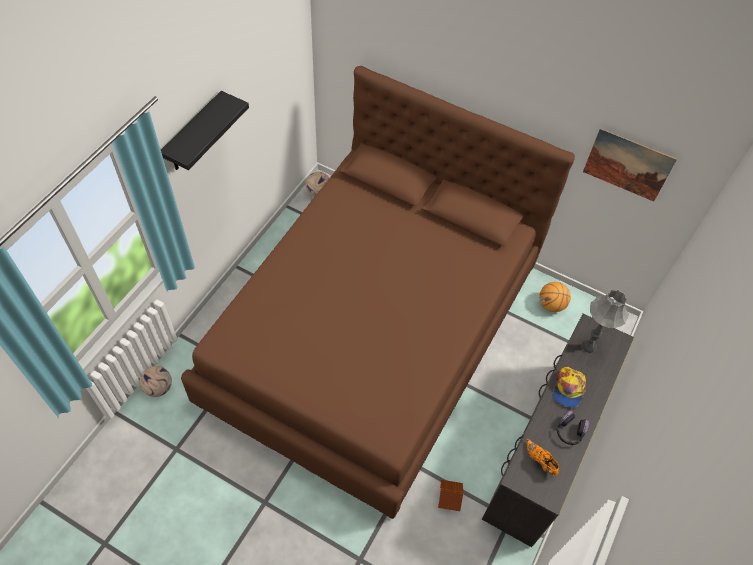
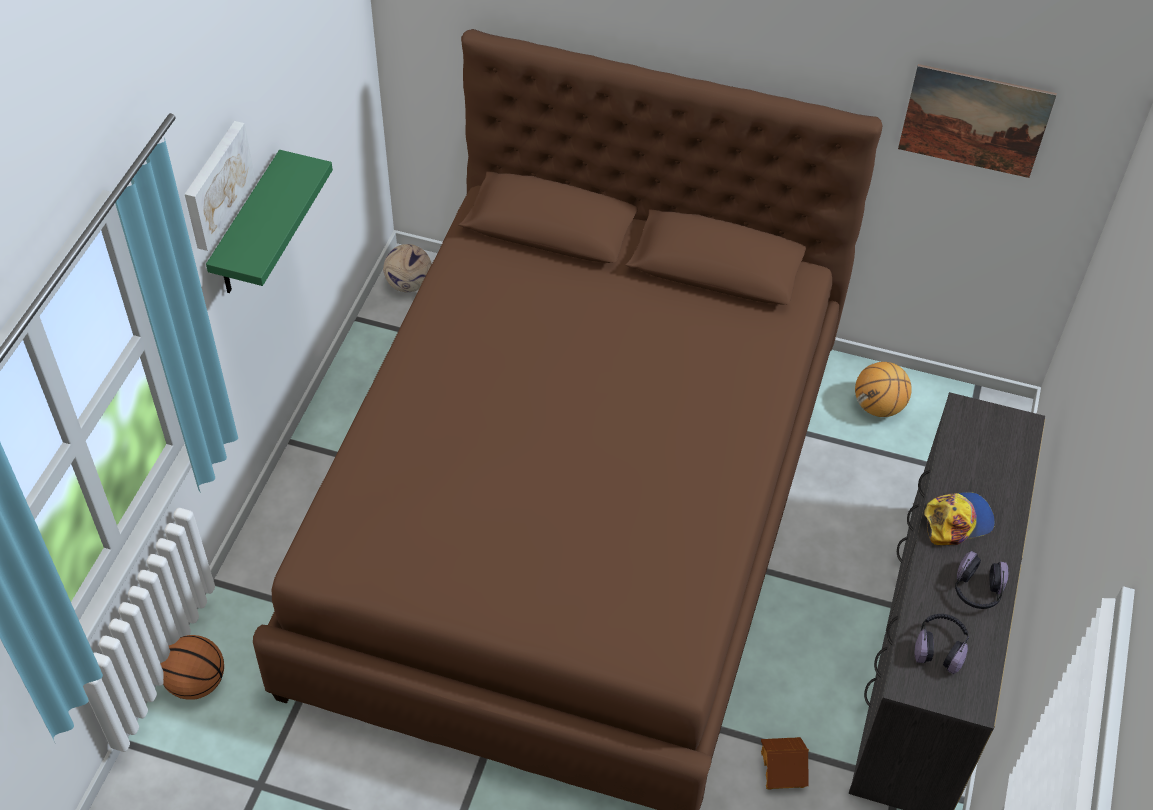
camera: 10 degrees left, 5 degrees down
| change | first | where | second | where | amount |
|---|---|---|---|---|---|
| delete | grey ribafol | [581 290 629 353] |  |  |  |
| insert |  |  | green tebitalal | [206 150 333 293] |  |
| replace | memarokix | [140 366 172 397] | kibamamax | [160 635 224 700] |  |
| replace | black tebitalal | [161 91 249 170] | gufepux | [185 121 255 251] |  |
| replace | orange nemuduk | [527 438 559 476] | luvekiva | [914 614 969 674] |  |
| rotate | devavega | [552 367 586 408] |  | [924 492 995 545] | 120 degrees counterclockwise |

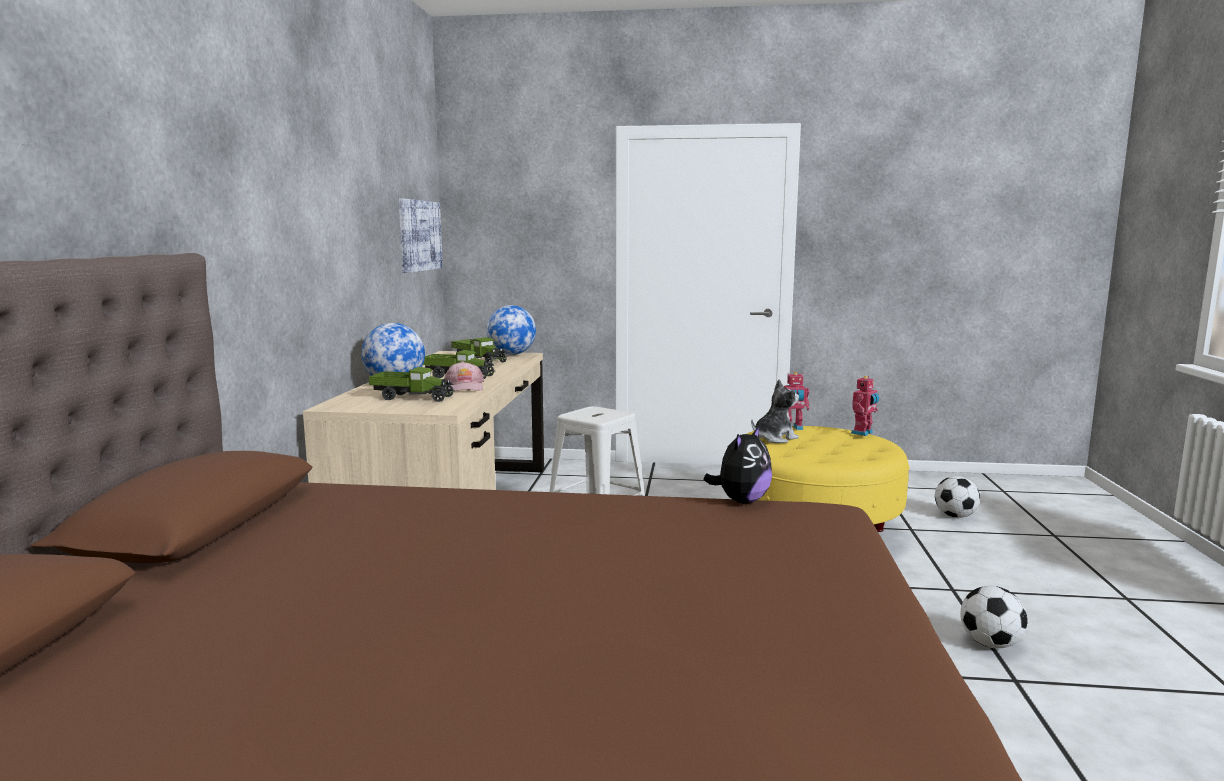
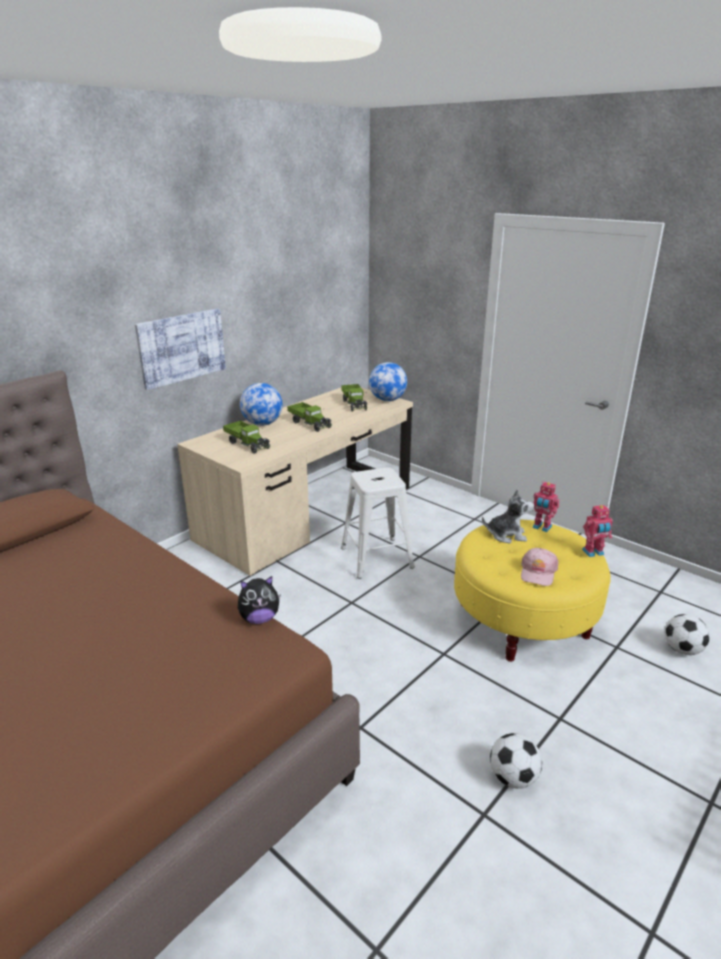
camera: 35 degrees right, 15 degrees up
| change | first | where | second | where | amount |
|---|---|---|---|---|---|
| move | gufepux | [399 198 443 273] |  | [135 308 226 390] |  |
| move | pink devavega | [444 361 484 392] |  | [521 548 558 586] |  |

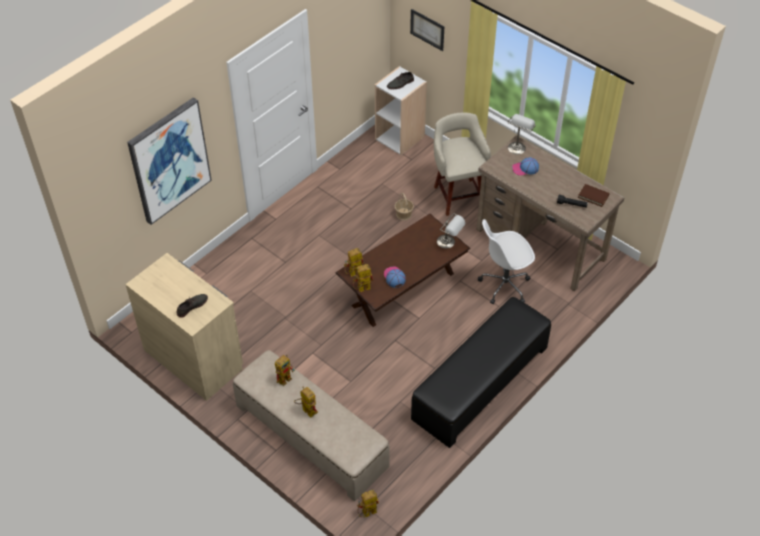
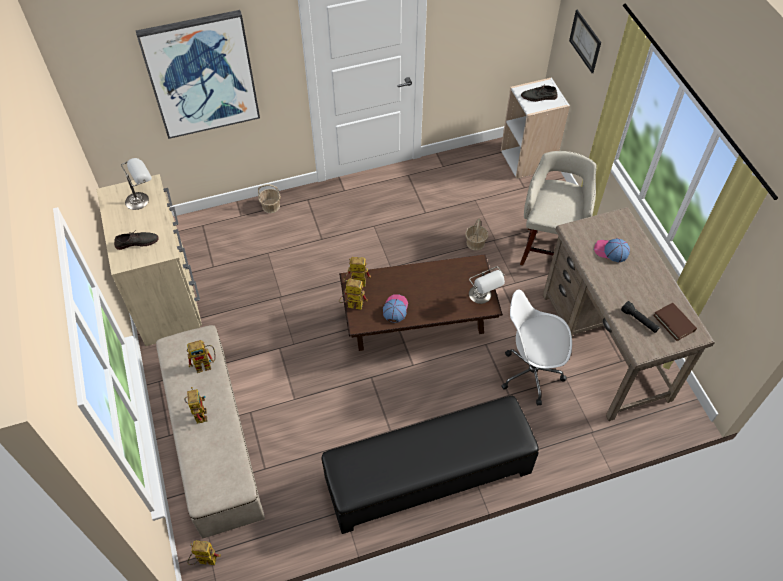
camera: 30 degrees right, 5 degrees up
| change | first | where | second | where | amount |
|---|---|---|---|---|---|
| insert |  |  | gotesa | [258 184 281 213] |  |
| move | white ribafol | [508 114 536 155] |  | [121 158 152 210] |  |

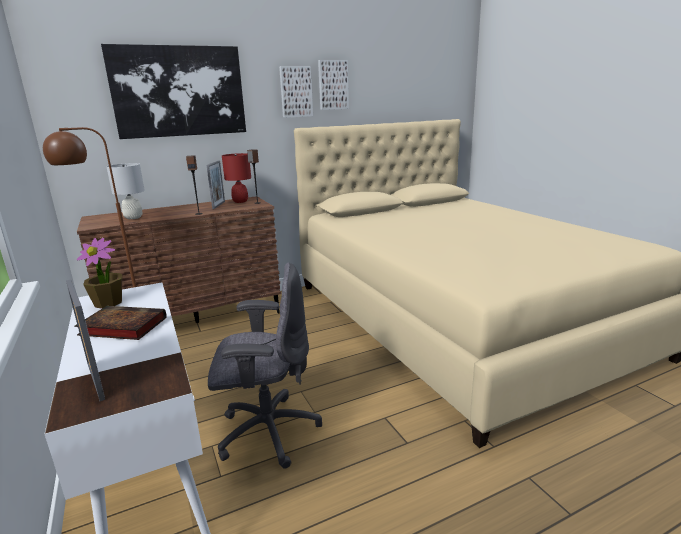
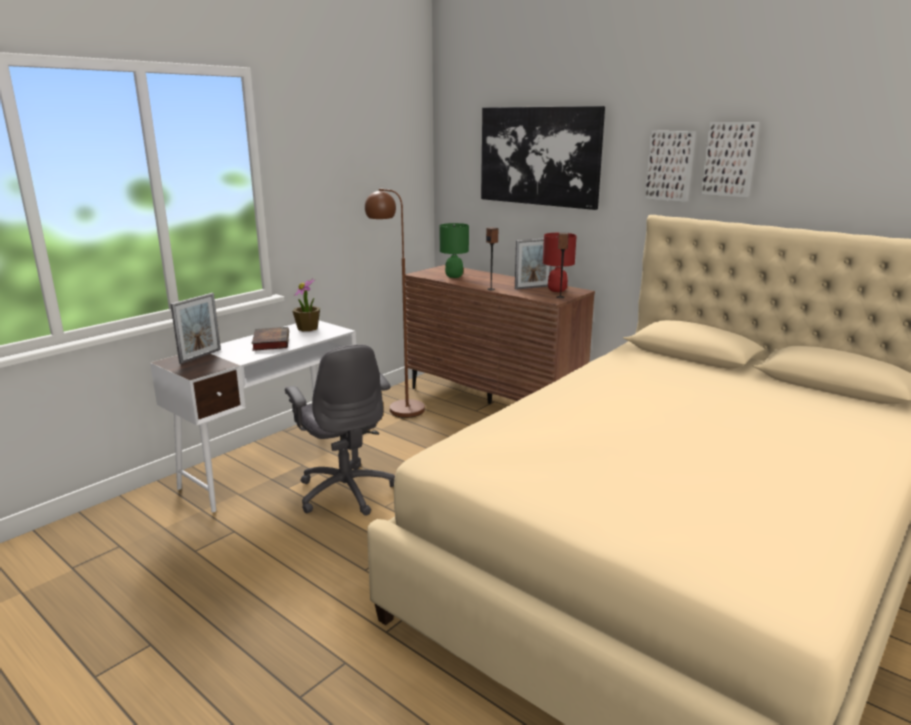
camera: 65 degrees right, 0 degrees up
| change | first | where | second | where | amount |
|---|---|---|---|---|---|
| recolor | grey ribafol | [106 163 145 219] | green ribafol | [440 223 469 278] |  |

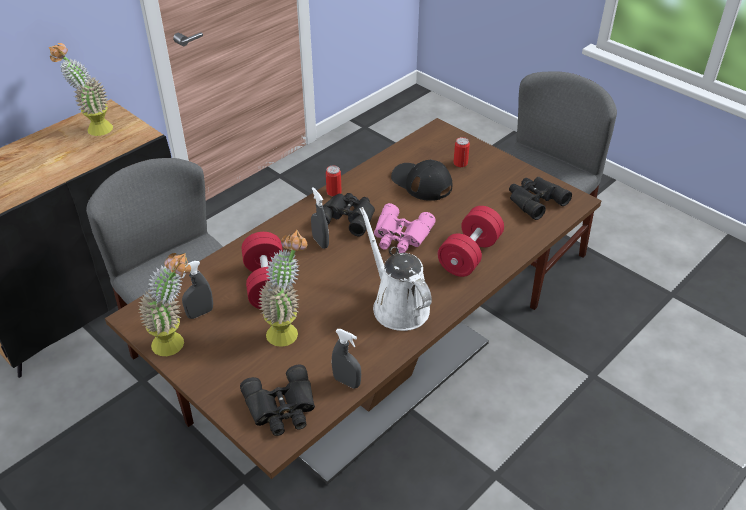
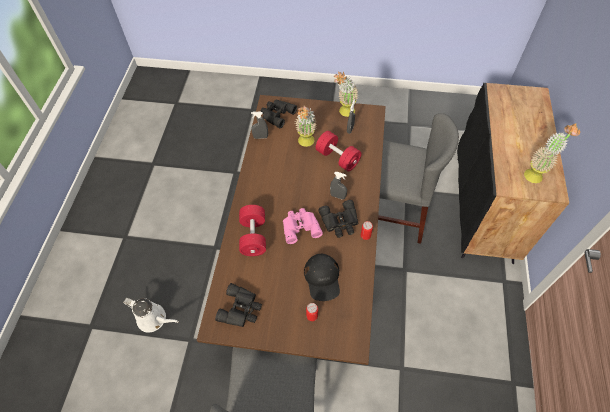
camera: 145 degrees right, 15 degrees up
| change | first | where | second | where | amount |
|---|---|---|---|---|---|
| move | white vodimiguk | [360 207 432 331] |  | [123 298 179 332] |  |
| rotate | black devavega | [391 160 452 201] |  | [304 254 340 301] | 75 degrees clockwise |

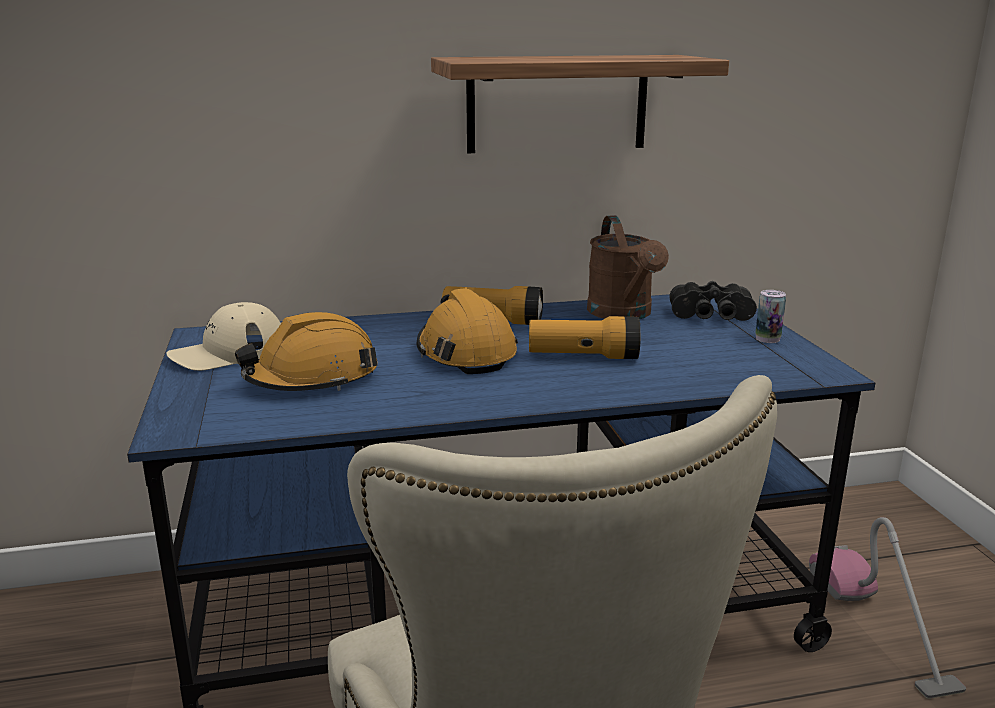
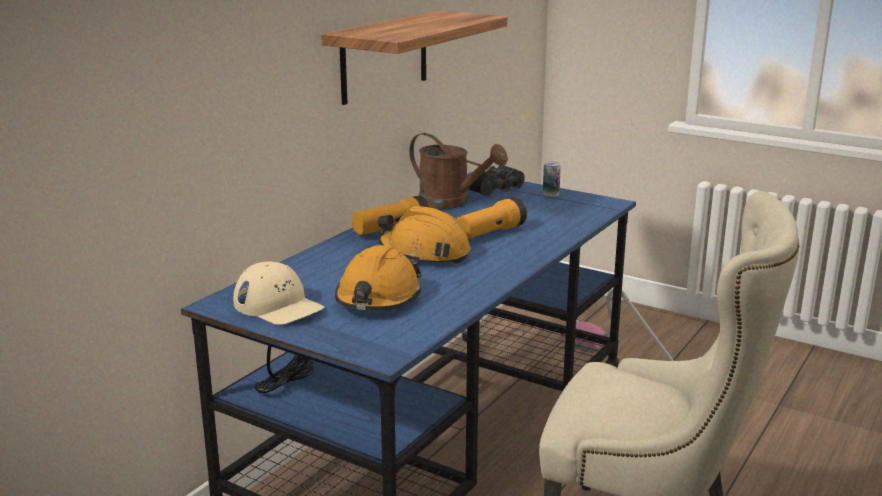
camera: 45 degrees left, 0 degrees up
| change | first | where | second | where | amount |
|---|---|---|---|---|---|
| rotate | beige devavega | [166 302 281 371] |  | [233 261 325 325] | 60 degrees counterclockwise |

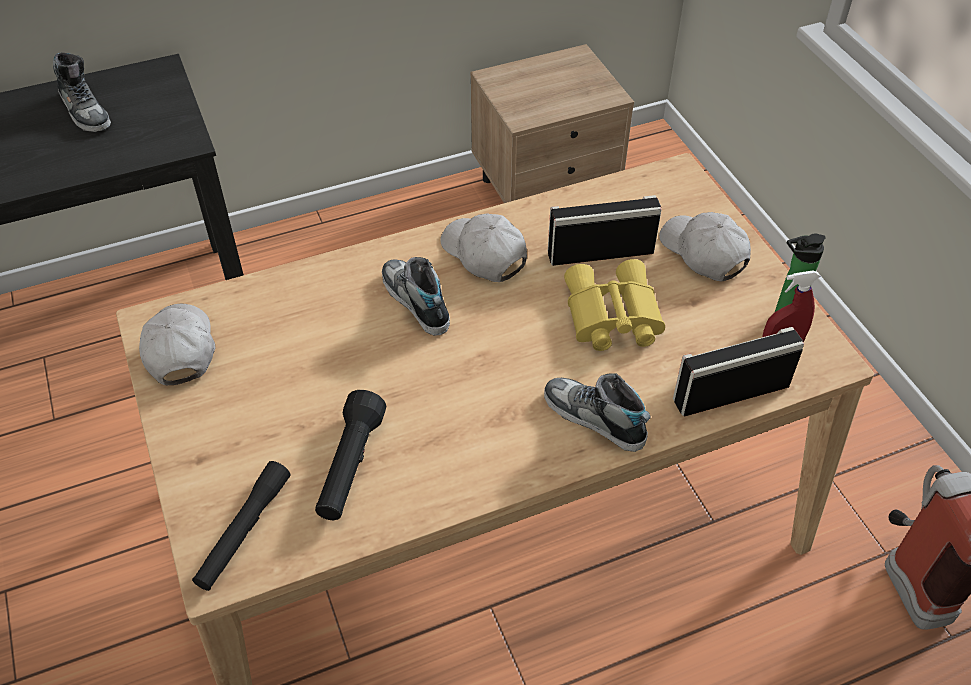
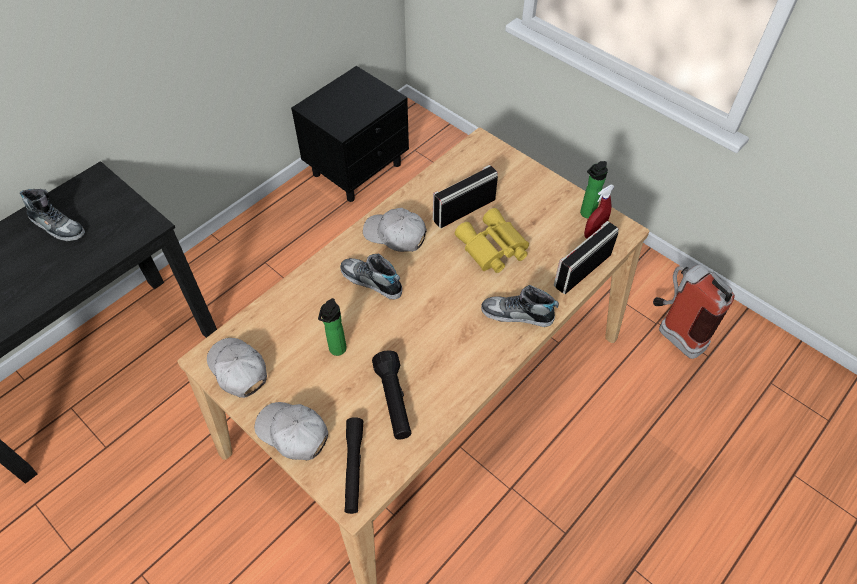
camera: 25 degrees left, 5 degrees up
| change | first | where | second | where | amount |
|---|---|---|---|---|---|
| insert |  |  | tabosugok | [318 298 347 356] |  |
| move | white devavega | [659 212 751 281] |  | [254 402 328 460] |  |
| recolor | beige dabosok | [470 44 634 203] | black dabosok | [291 66 409 202] |  |

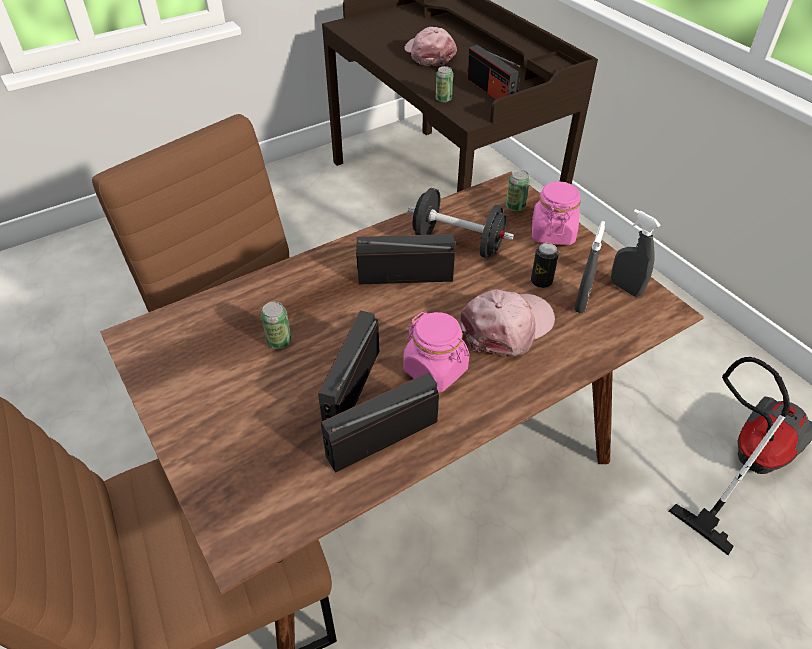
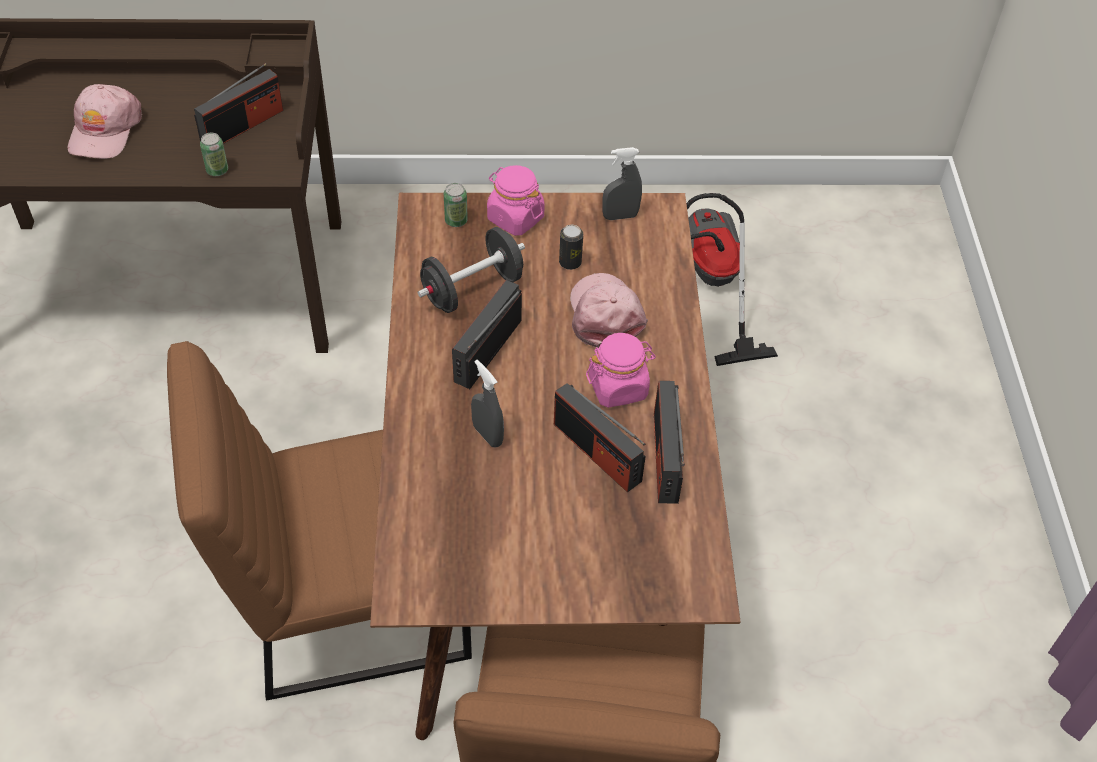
camera: 60 degrees left, 5 degrees up
| change | first | where | second | where | amount |
|---|---|---|---|---|---|
| delete | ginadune | [261 302 291 349] |  |  |  |
| move | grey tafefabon | [574 221 605 313] |  | [471 360 504 448] |  |
| rotate | pink devavega | [404 27 457 66] |  | [68 84 142 159] | 90 degrees counterclockwise |
| rotate | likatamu | [467 45 520 100] |  | [194 63 283 144] | 45 degrees counterclockwise |

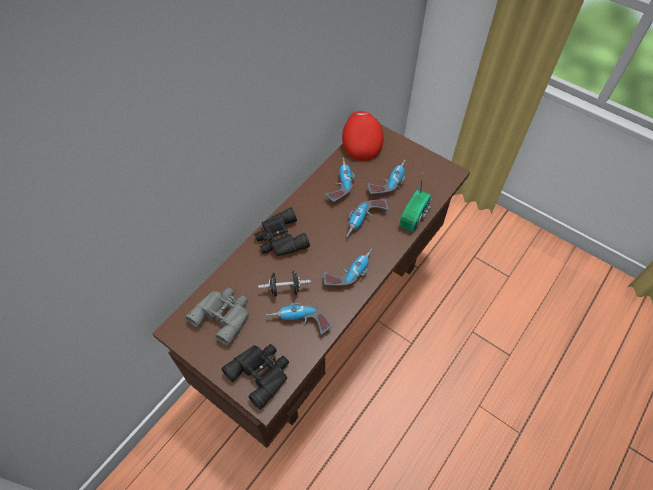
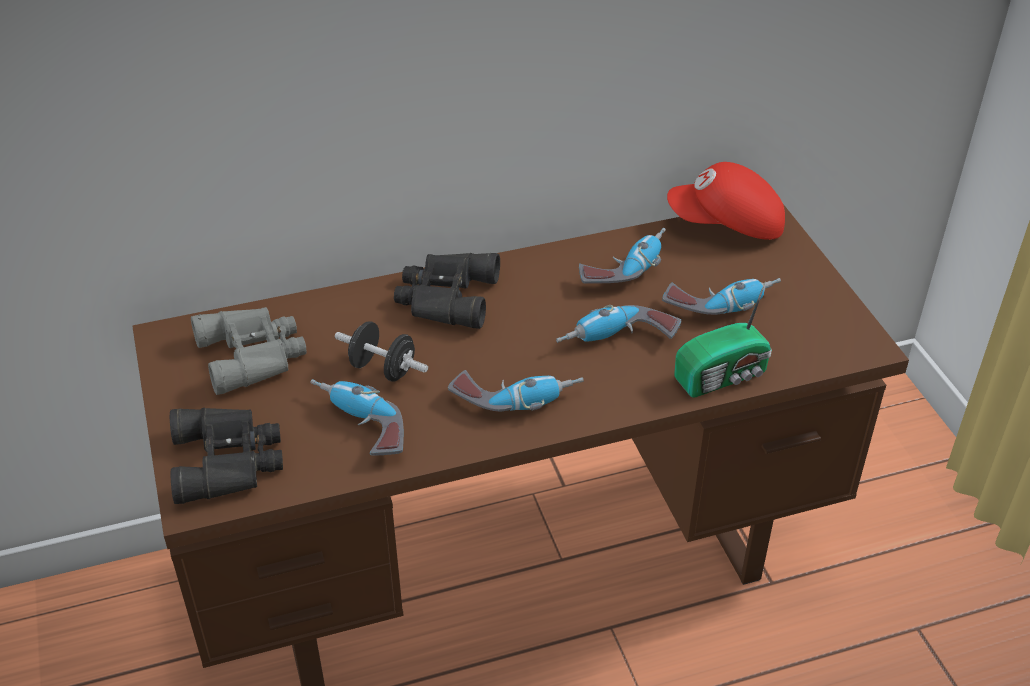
camera: 35 degrees right, 15 degrees down
| change | first | where | second | where | amount |
|---|---|---|---|---|---|
| rotate | red devavega | [342 111 384 161] |  | [667 162 785 240] | 120 degrees counterclockwise |

